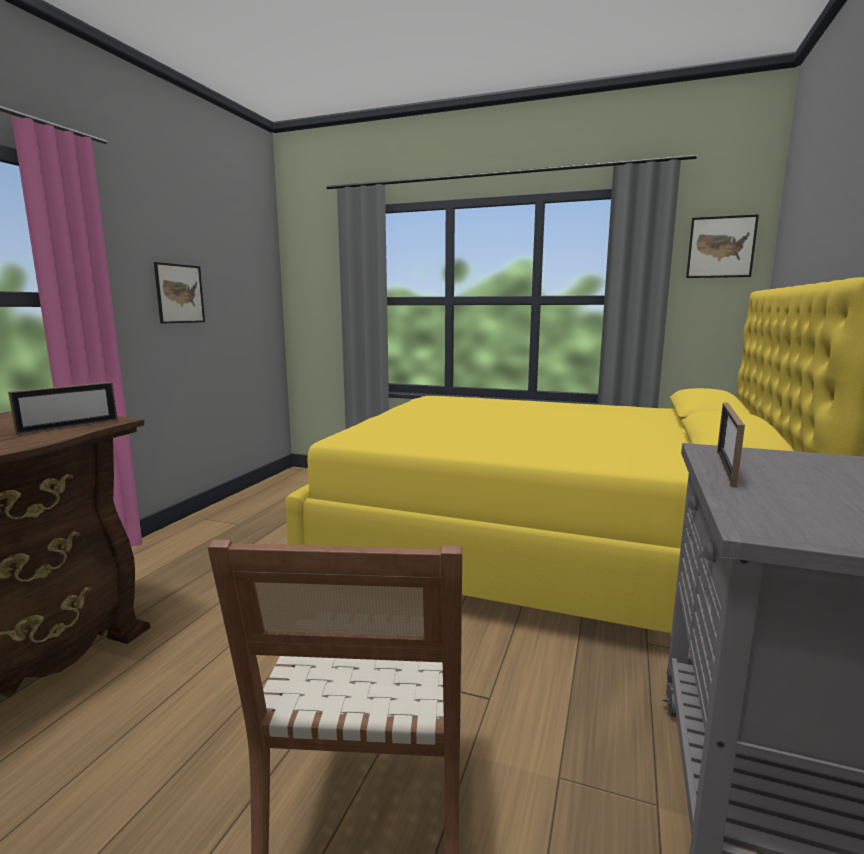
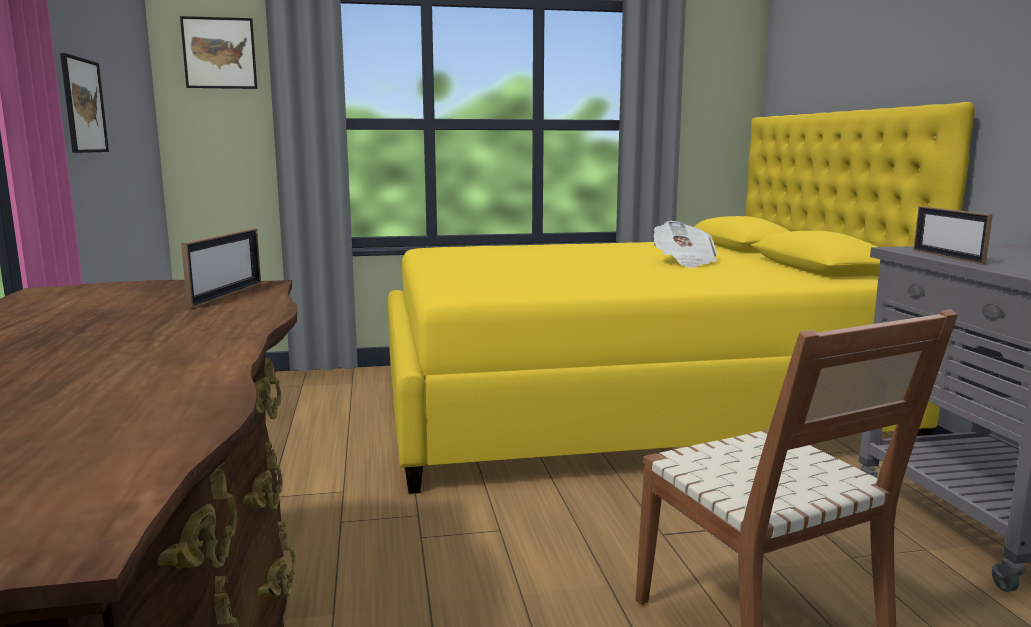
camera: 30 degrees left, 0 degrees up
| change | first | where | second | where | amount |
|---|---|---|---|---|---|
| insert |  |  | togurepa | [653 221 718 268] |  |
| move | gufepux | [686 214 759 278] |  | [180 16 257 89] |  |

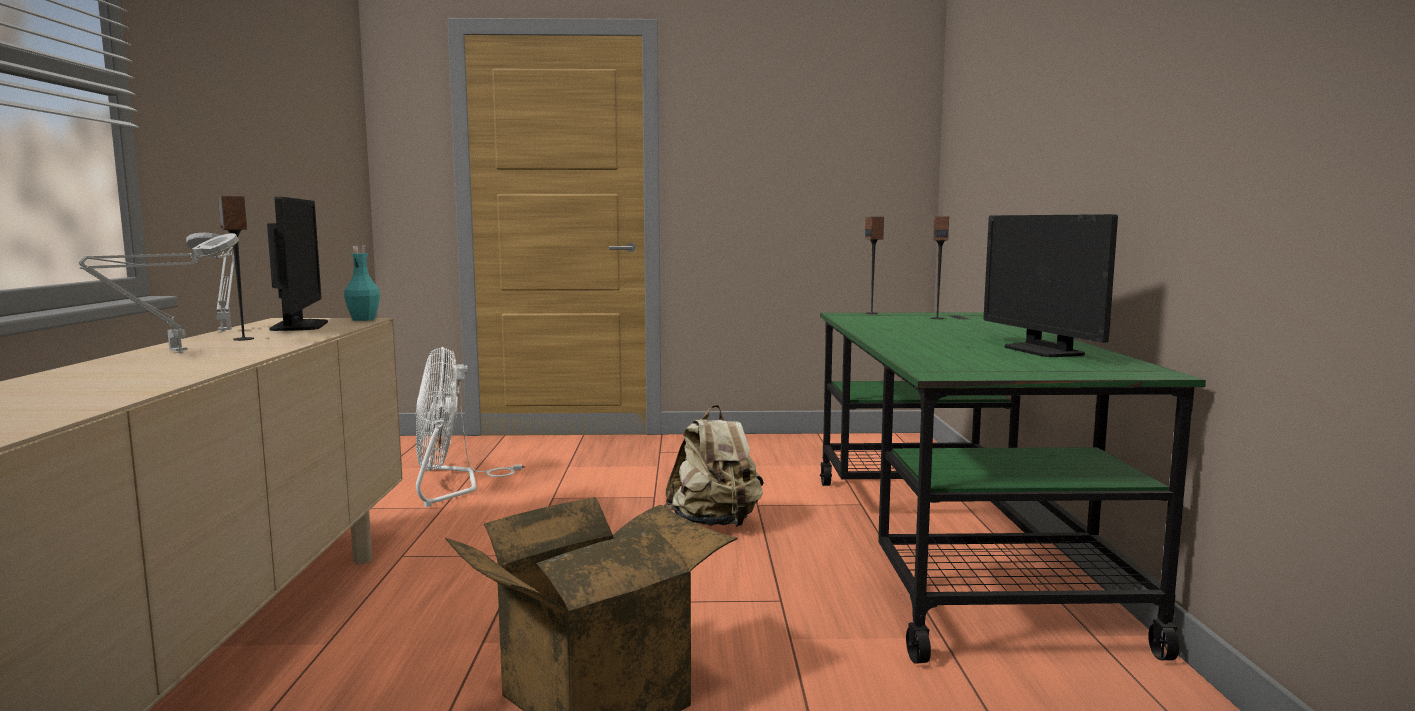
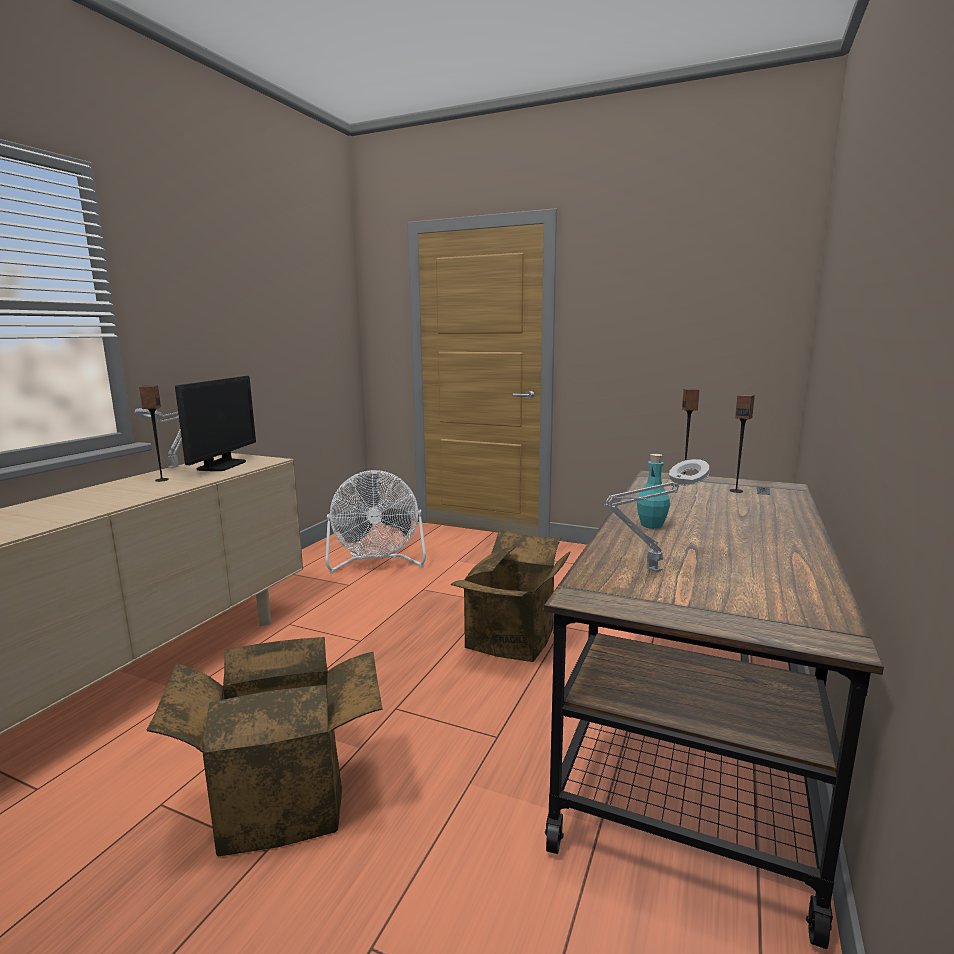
camera: 25 degrees right, 5 degrees up
| change | first | where | second | where | amount |
|---|---|---|---|---|---|
| delete | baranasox | [984 214 1118 357] |  |  |  |
| move | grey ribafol | [79 233 239 353] |  | [605 459 710 573] |  |
| move | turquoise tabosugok | [344 245 380 321] |  | [637 454 670 529] |  |
| replace | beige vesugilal | [664 405 764 527] | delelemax | [451 529 570 662] |  |
| recolor | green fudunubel | [820 312 1206 664] | brown fudunubel | [544 470 884 949] |  |
| rotate | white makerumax | [416 347 525 507] |  | [325 470 426 574] | 105 degrees counterclockwise |

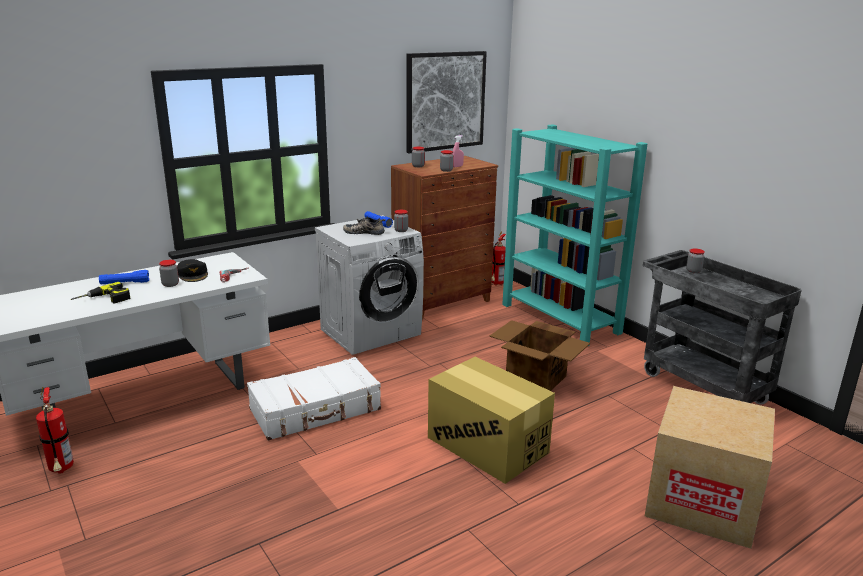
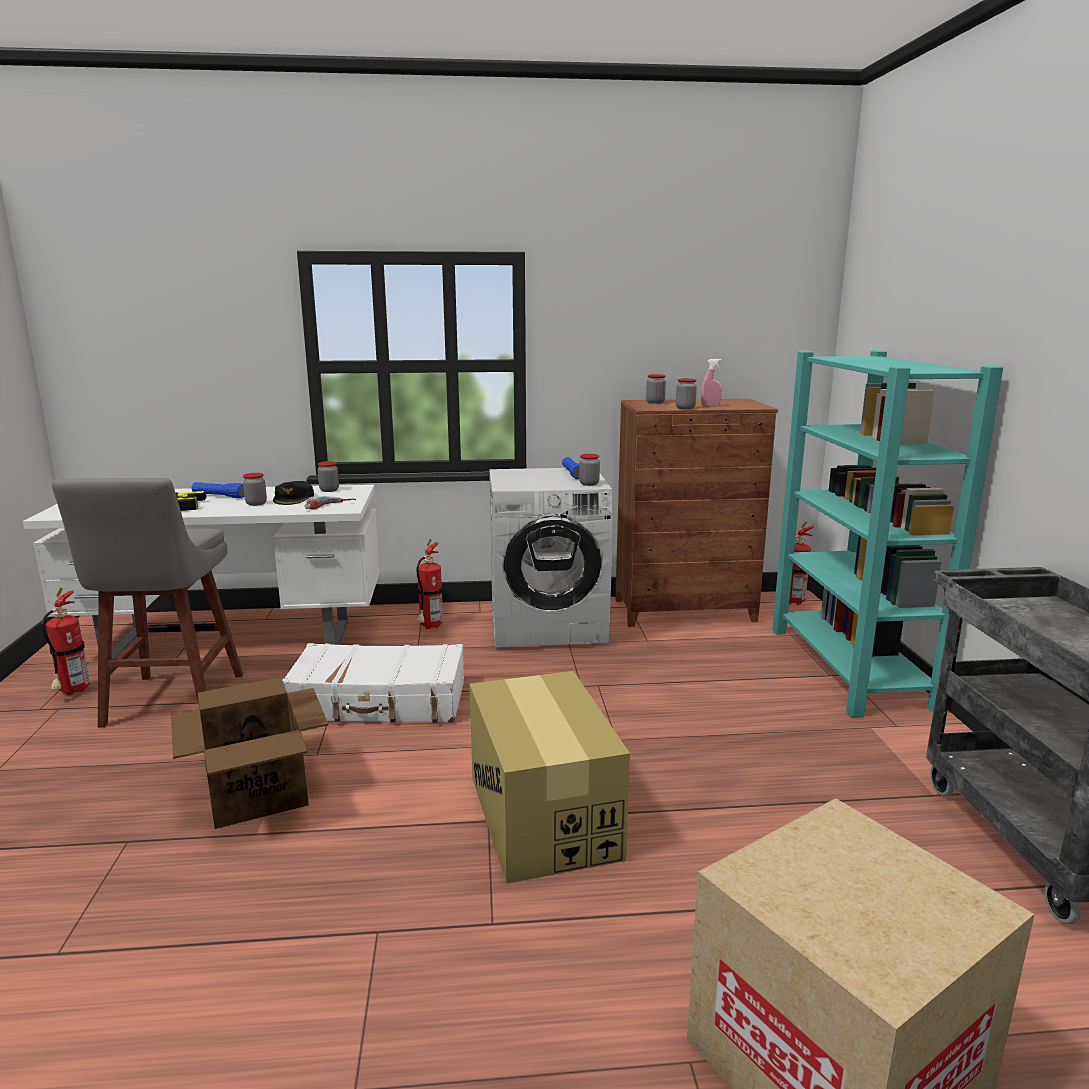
camera: 30 degrees right, 5 degrees down
| change | first | where | second | where | amount |
|---|---|---|---|---|---|
| delete | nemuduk | [343 217 386 235] |  |  |  |
| delete | gufepux | [406 51 487 154] |  |  |  |
| insert |  |  | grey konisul | [52 478 243 728] |  |
| insert |  |  | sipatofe | [416 539 443 629] |  |
| move | delelemax | [489 320 590 391] |  | [171 677 328 829] |  |
| move | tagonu | [686 248 705 273] |  | [318 461 339 492] |  |

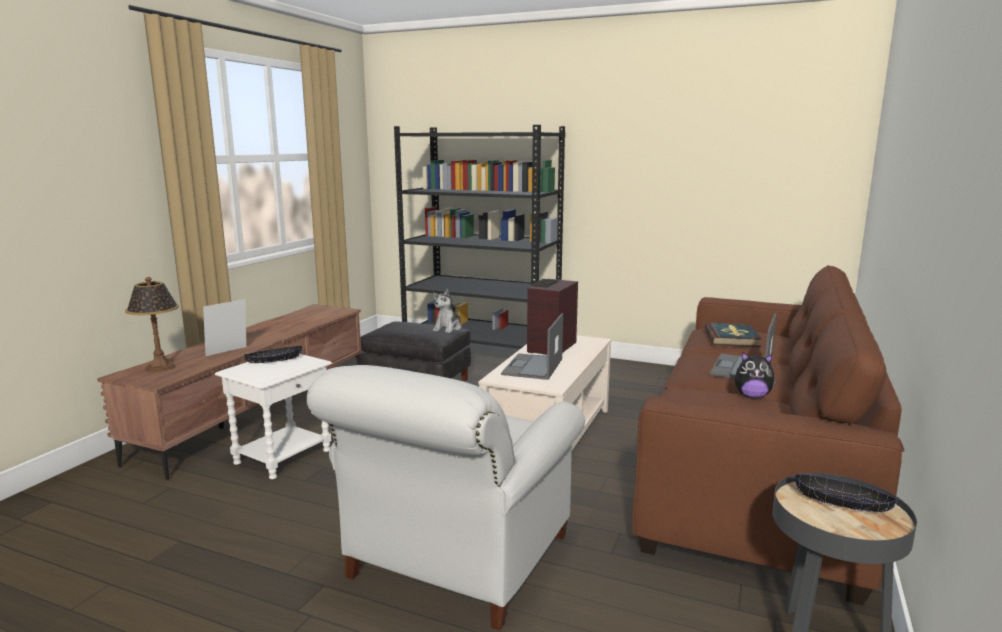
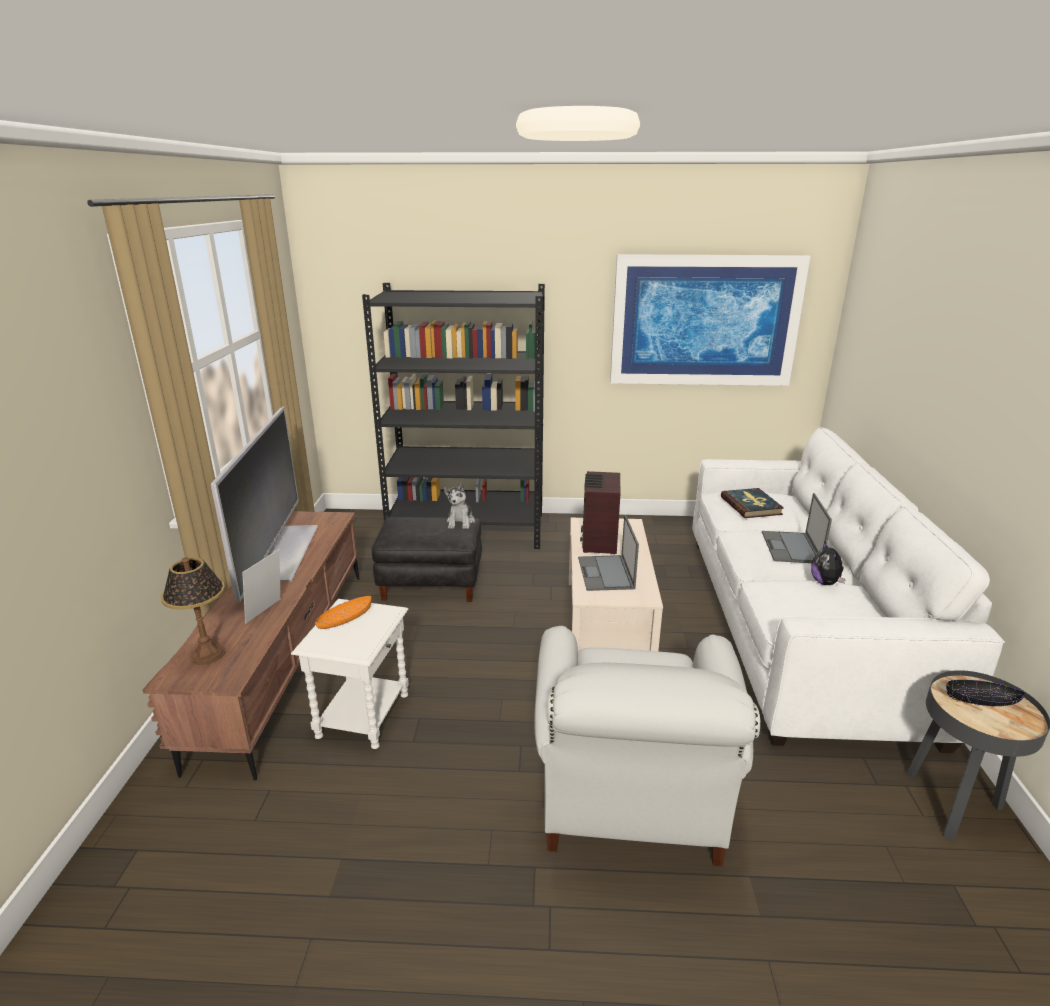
camera: 20 degrees left, 10 degrees up
| change | first | where | second | where | amount |
|---|---|---|---|---|---|
| insert |  |  | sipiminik | [211 406 318 602] |  |
| insert |  |  | gufepux | [610 254 810 386] |  |
| recolor | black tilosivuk | [244 345 302 363] | orange tilosivuk | [315 596 371 629] |  |
| recolor | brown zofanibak | [632 265 904 605] | white zofanibak | [693 427 1005 753] |  |
| rotate | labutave | [735 352 776 398] |  | [811 541 846 585] | 90 degrees clockwise |

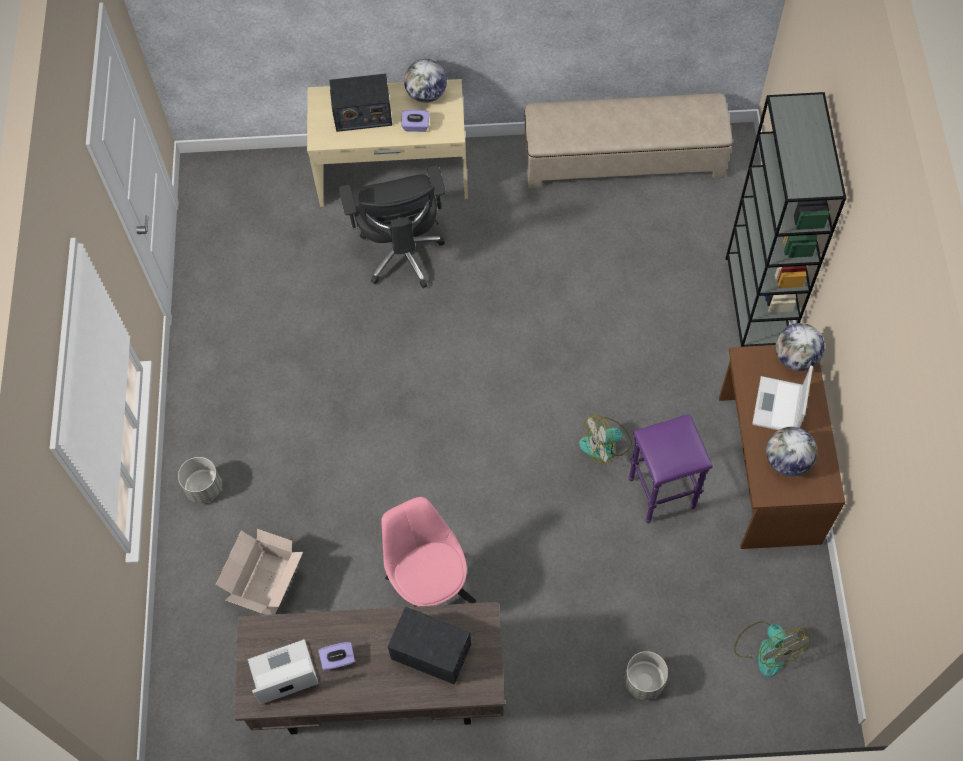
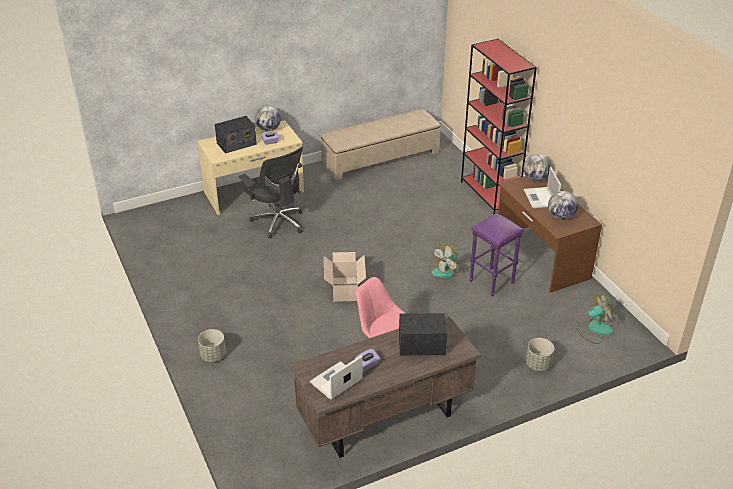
camera: 25 degrees left, 25 degrees down
| change | first | where | second | where | amount |
|---|---|---|---|---|---|
| move | delelemax | [216 529 303 615] |  | [324 252 366 302] |  |
| recolor | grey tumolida | [725 92 846 347] | red tumolida | [461 39 537 215] |  |
| rotate | makerumax | [734 621 810 677] |  | [577 293 615 344] | 60 degrees counterclockwise |

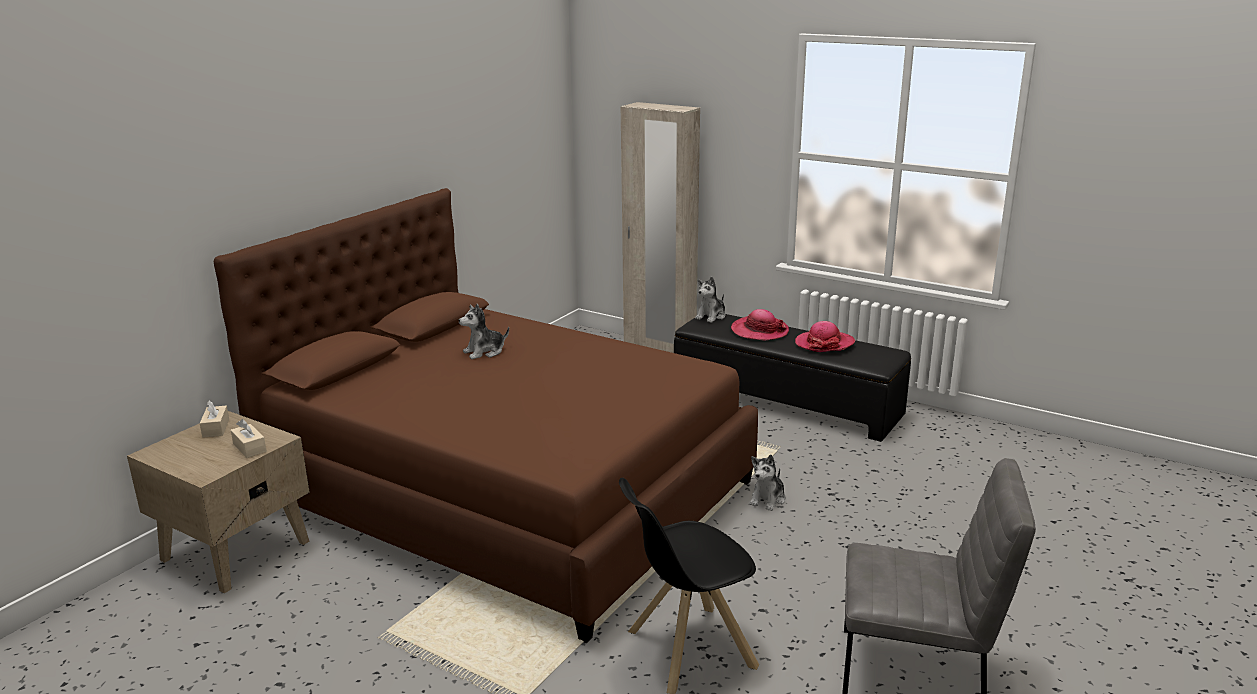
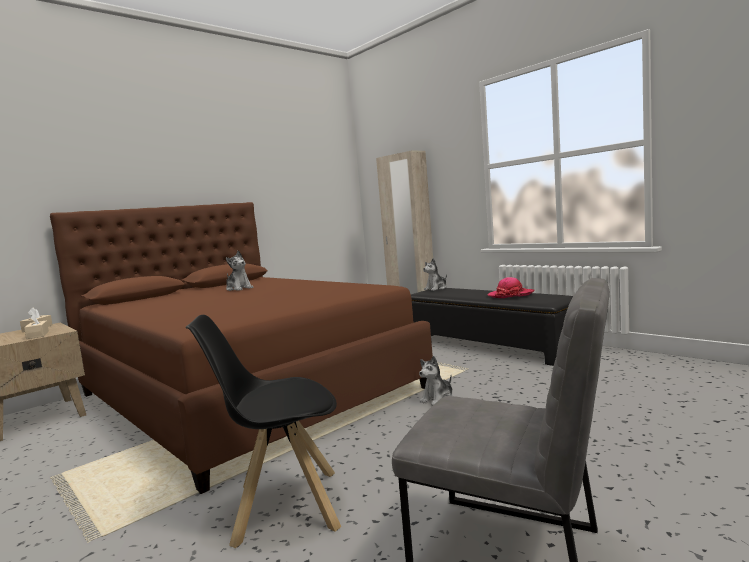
camera: 15 degrees right, 15 degrees down
| change | first | where | second | where | amount |
|---|---|---|---|---|---|
| delete | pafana | [731 309 789 340] |  |  |  |
| rotate | labutave | [459 304 509 359] |  | [226 251 253 291] | 120 degrees counterclockwise |

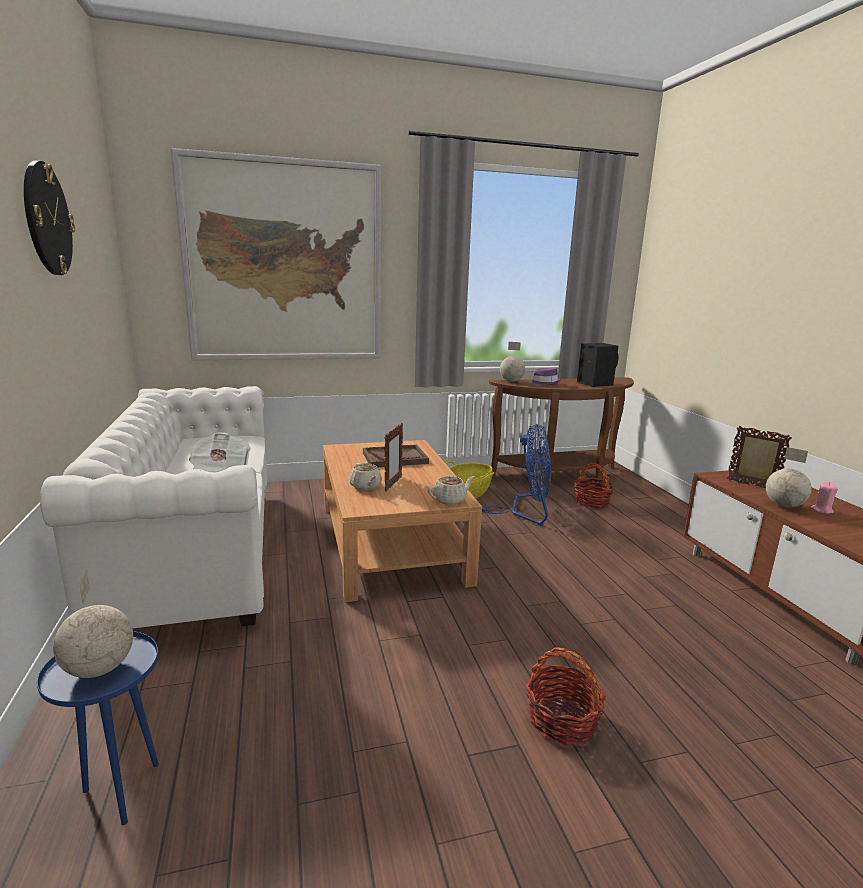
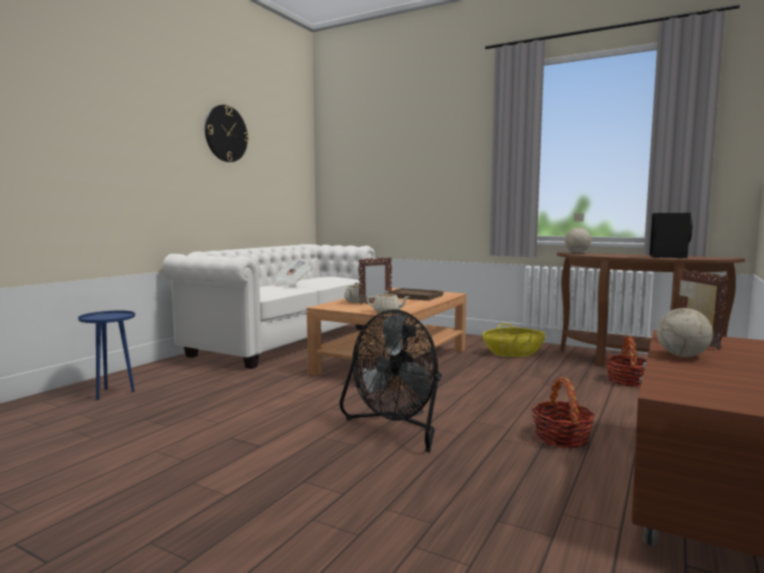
camera: 45 degrees right, 10 degrees down
| change | first | where | second | where | amount |
|---|---|---|---|---|---|
| delete | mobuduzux | [53 569 133 678] |  |  |  |
| delete | gufepux | [171 148 381 360] |  |  |  |
| delete | blue makerumax | [482 424 551 526] |  |  |  |
| delete | purple pafana | [528 368 561 385] |  |  |  |
| delete | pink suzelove | [811 482 838 514] |  |  |  |
| insert |  |  | black makerumax | [340 309 442 452] |  |
| move | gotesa | [526 647 606 746] |  | [532 377 595 449] |  |

